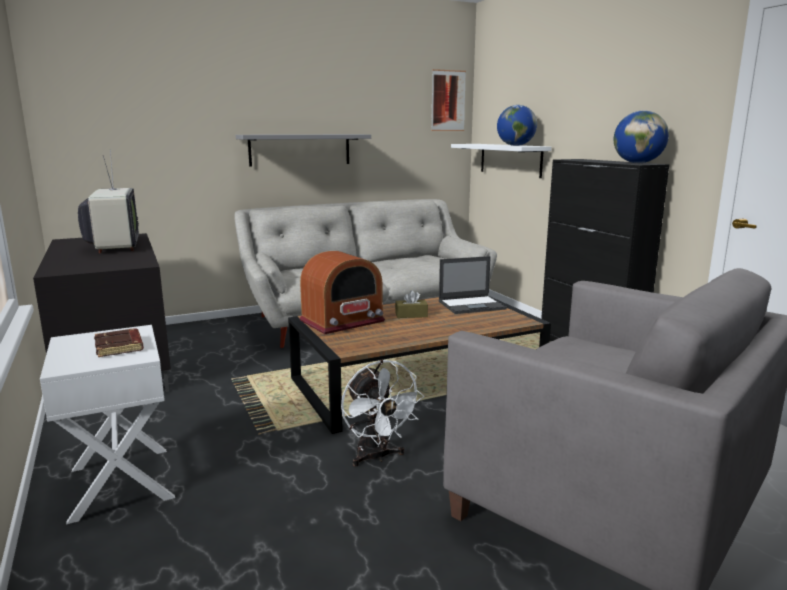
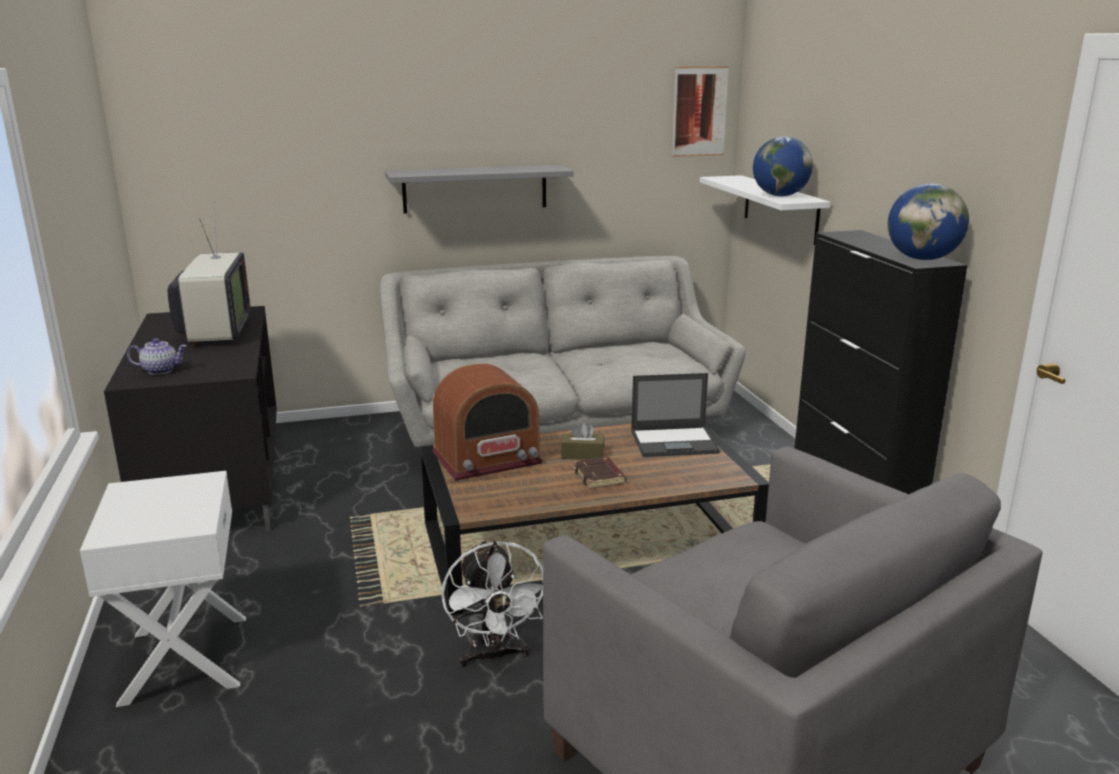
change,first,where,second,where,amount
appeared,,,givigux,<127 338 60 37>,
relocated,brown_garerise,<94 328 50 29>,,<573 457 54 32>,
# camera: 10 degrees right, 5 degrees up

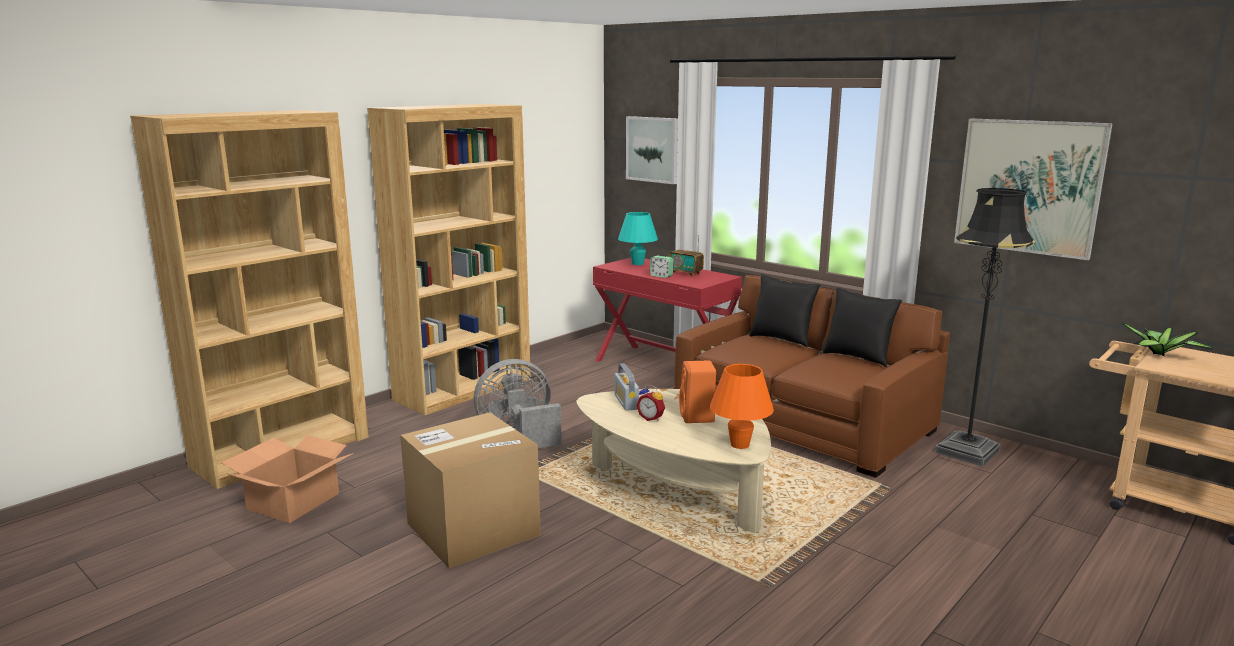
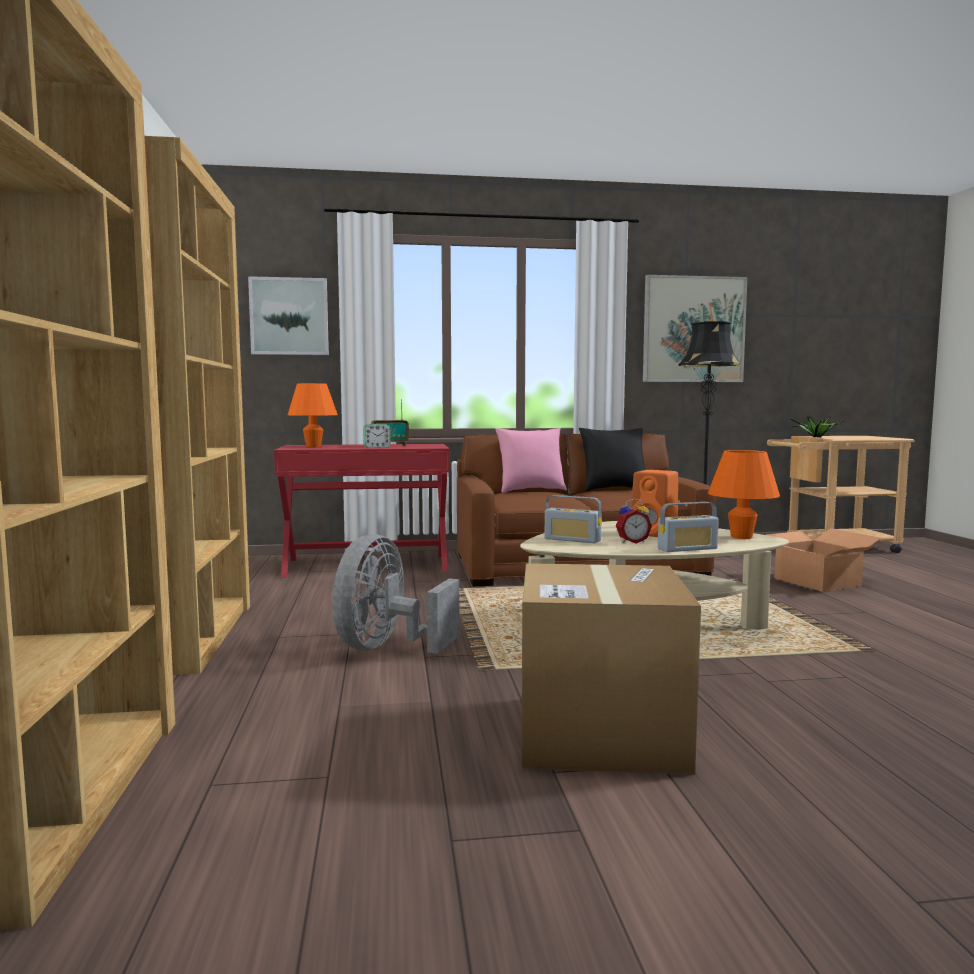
change,first,where,second,where,amount
colour,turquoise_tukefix,<618 212 40 53>,orange_tukefix,<288 383 50 64>,
colour,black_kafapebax,<749 274 71 73>,pink_kafapebax,<495 428 72 65>,
appeared,,,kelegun,<658 502 61 50>,
relocated,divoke,<221 435 133 88>,,<765 528 116 64>,
# camera: 50 degrees left, 10 degrees down

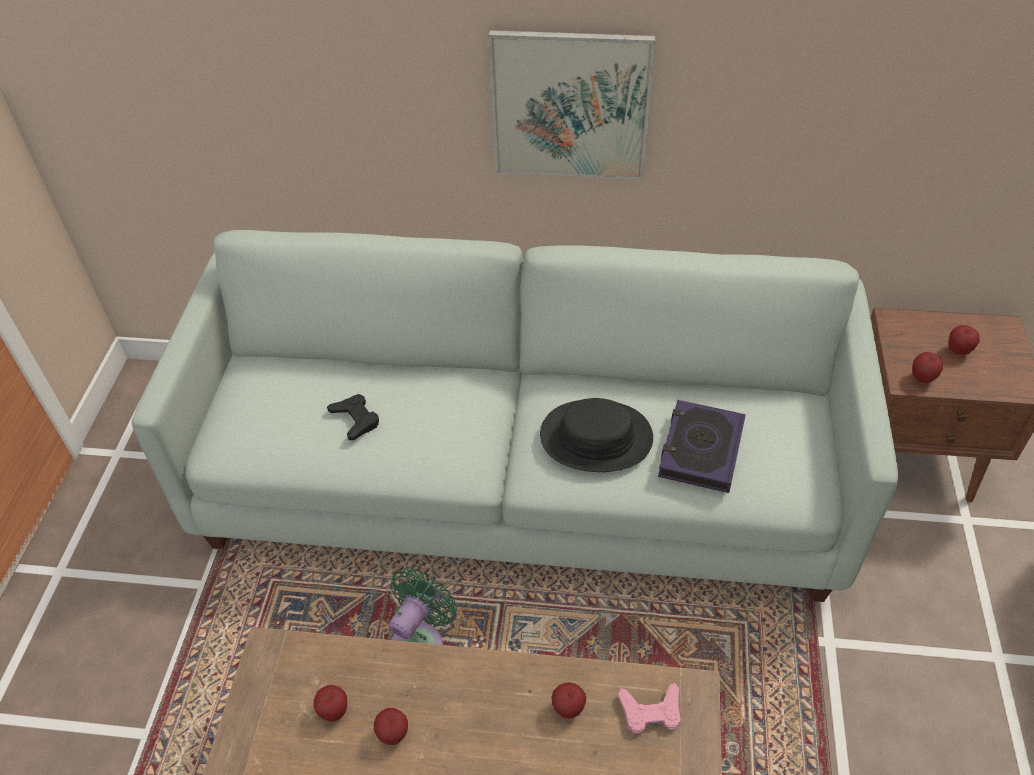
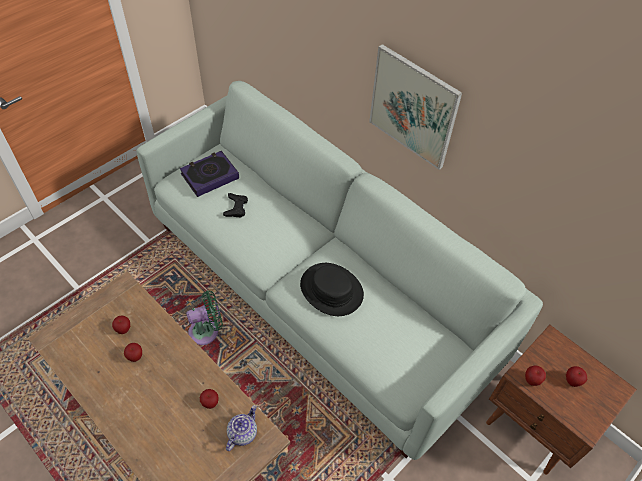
change,first,where,second,where,amount
relocated,garerise,<658 400 88 93>,,<180 151 59 46>,
exchanged,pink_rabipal,<618 683 63 51>,givigux,<226 405 31 46>,
# camera: 35 degrees right, 5 degrees up

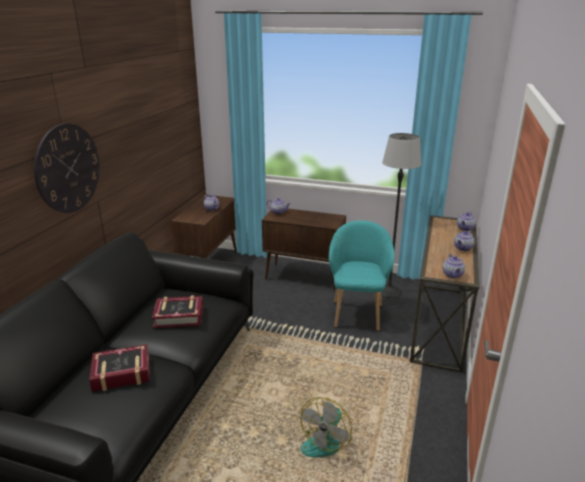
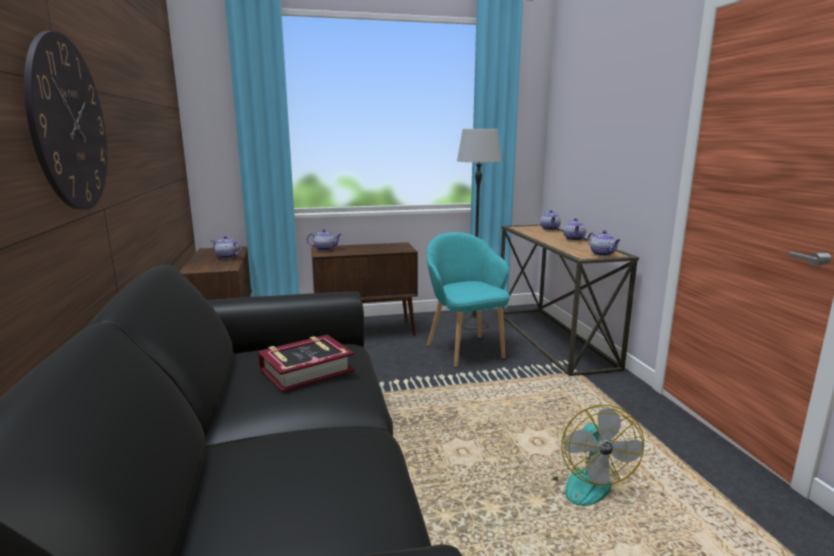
change,first,where,second,where,amount
missing,garerise,<89 344 61 48>,,,
# camera: 30 degrees left, 10 degrees down

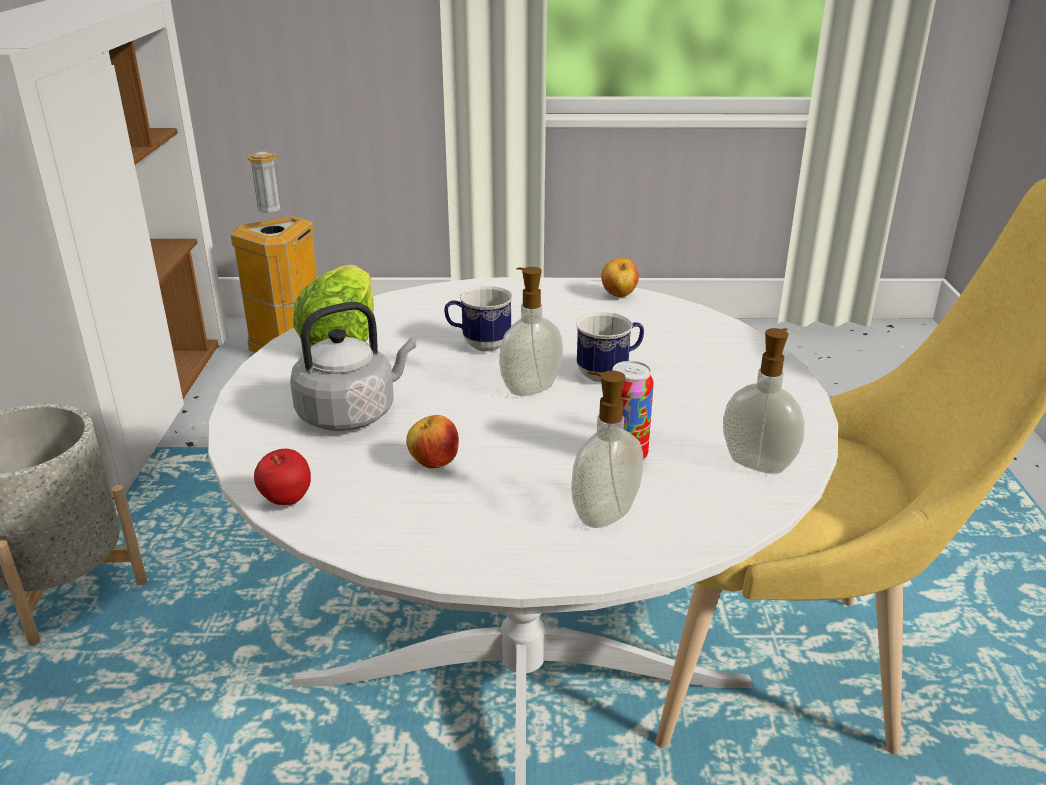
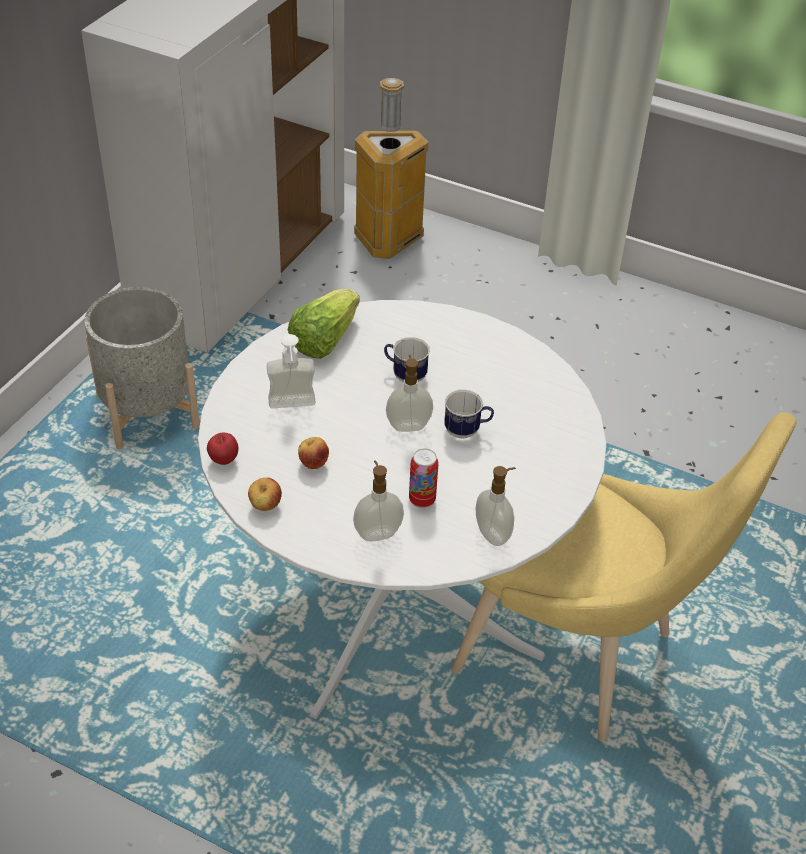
change,first,where,second,where,amount
relocated,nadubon,<601 257 38 40>,,<248 478 34 33>,
exchanged,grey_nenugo,<290 302 126 129>,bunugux,<267 334 49 74>,
# camera: 25 degrees right, 15 degrees up

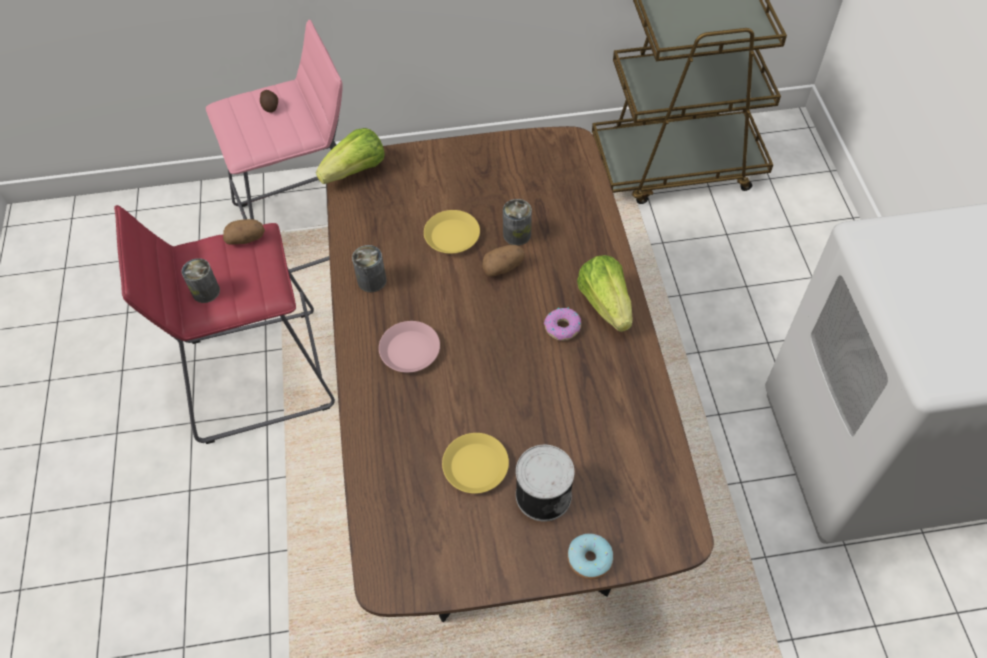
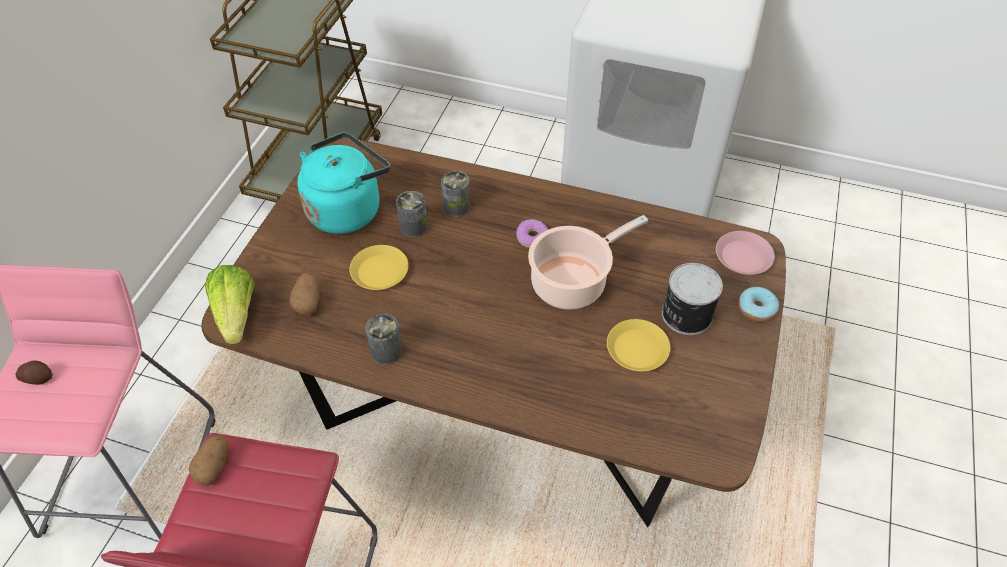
change,first,where,second,where,amount
relocated,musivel,<482 245 42 32>,,<289 272 30 44>,
appeared,,,turquoise_nenugo,<297 132 93 102>,
relocated,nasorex,<182 258 38 45>,,<441 171 29 46>,
appeared,,,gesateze,<528 215 120 95>,
relocated,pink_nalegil,<379 321 61 52>,,<716 231 59 44>,
missing,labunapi,<577 255 55 77>,,,
# camera: 65 degrees left, 5 degrees down

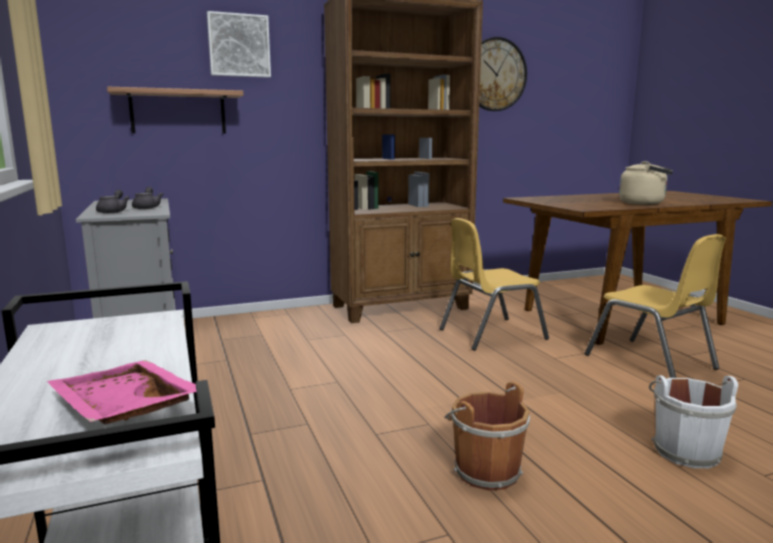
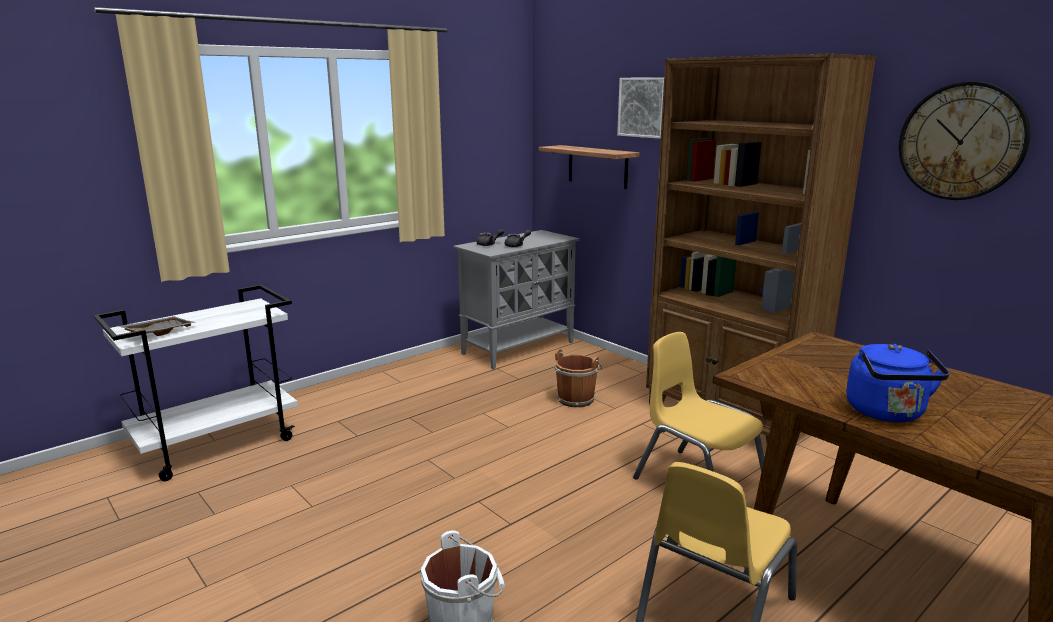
change,first,where,second,where,amount
colour,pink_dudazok,<47 360 150 65>,grey_dudazok,<119 316 78 20>,
relocated,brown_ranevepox,<445 382 85 109>,,<554 349 48 58>,
colour,beige_nenugo,<619 161 54 44>,blue_nenugo,<846 344 104 78>,
# camera: 70 degrees right, 5 degrees up

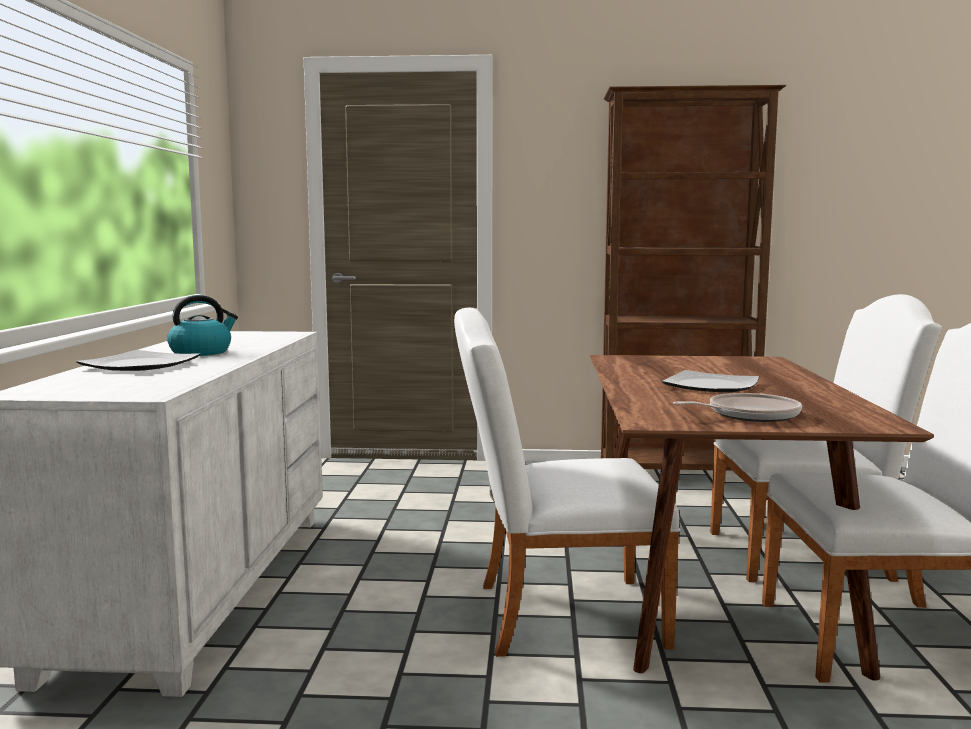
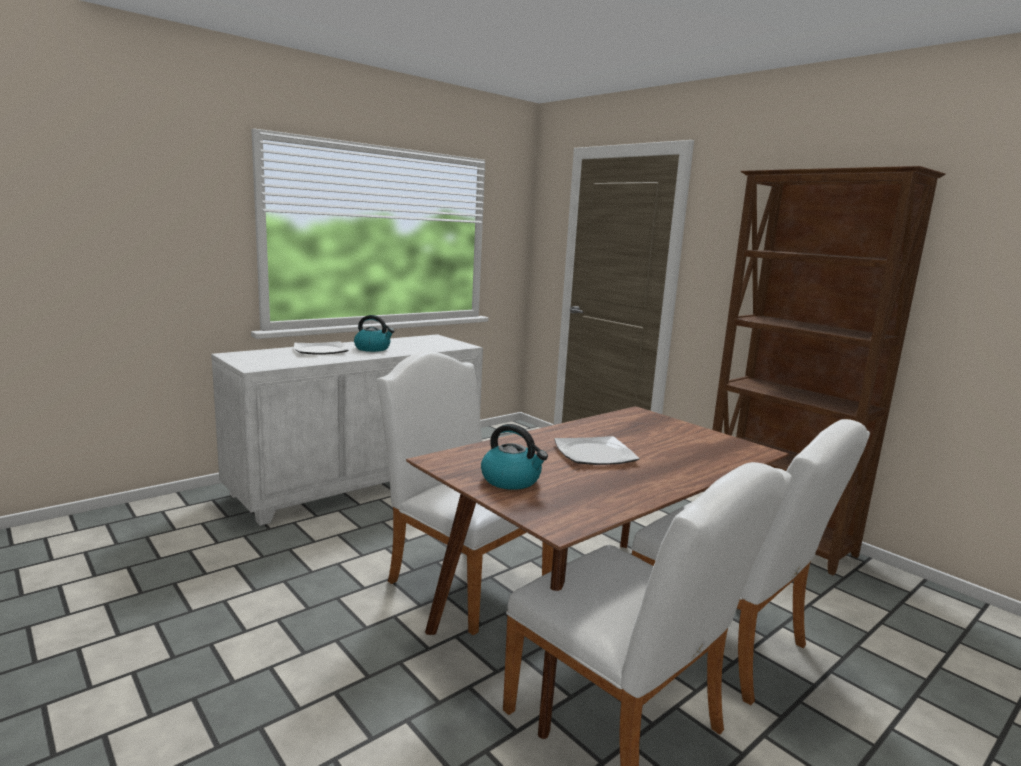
change,first,where,second,where,amount
exchanged,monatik,<673 393 129 29>,nenugo,<481 424 67 66>,
# camera: 45 degrees right, 5 degrees up

